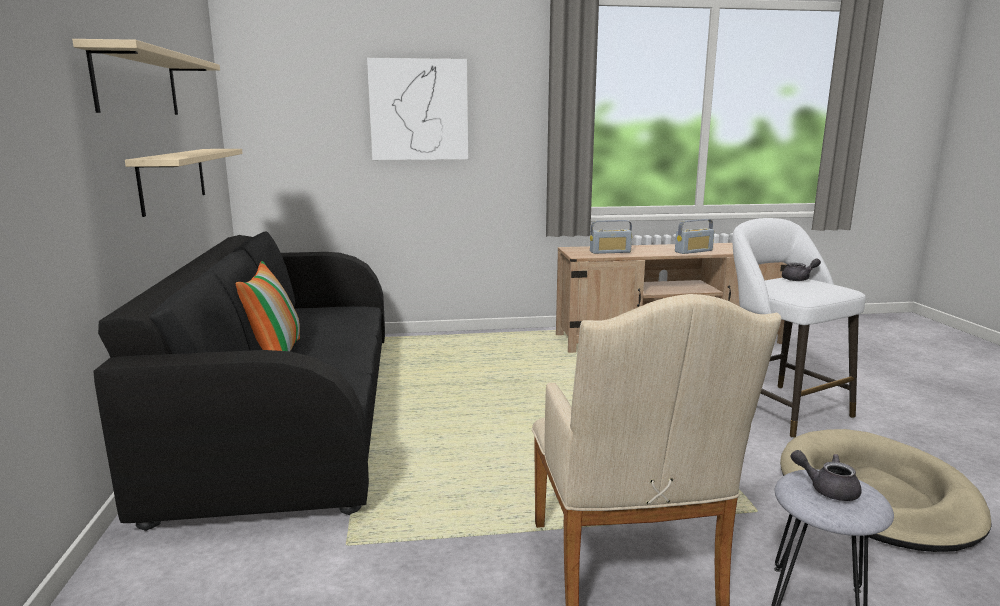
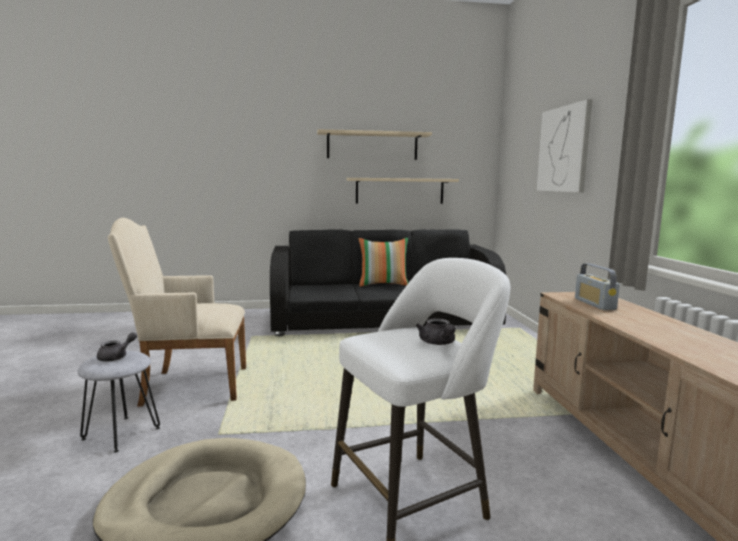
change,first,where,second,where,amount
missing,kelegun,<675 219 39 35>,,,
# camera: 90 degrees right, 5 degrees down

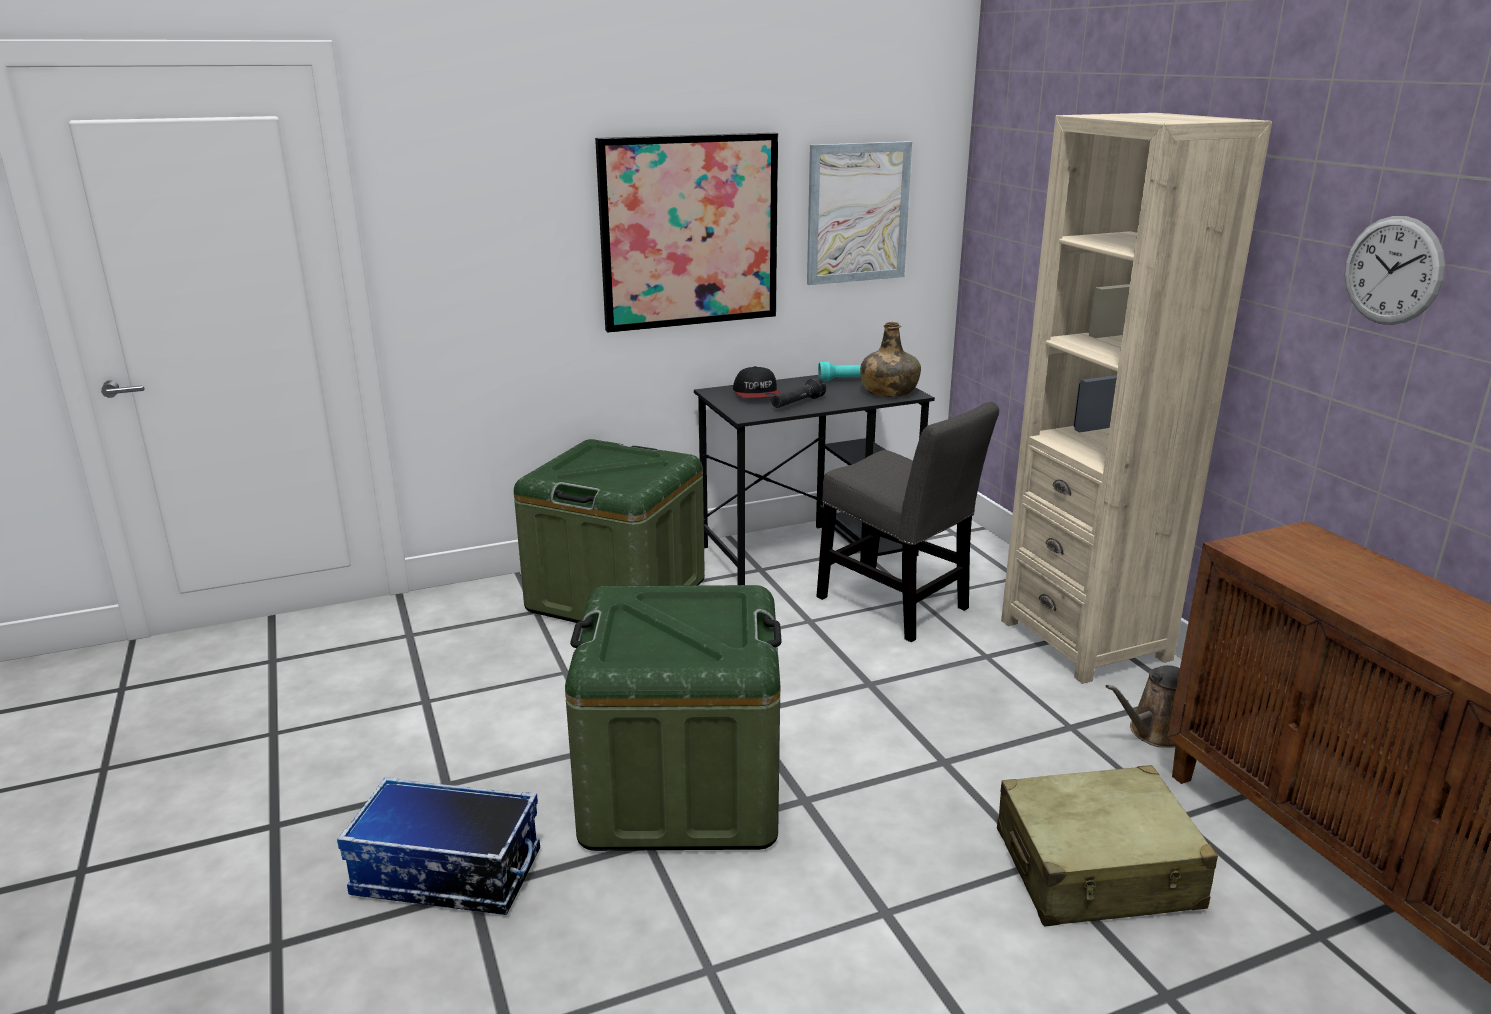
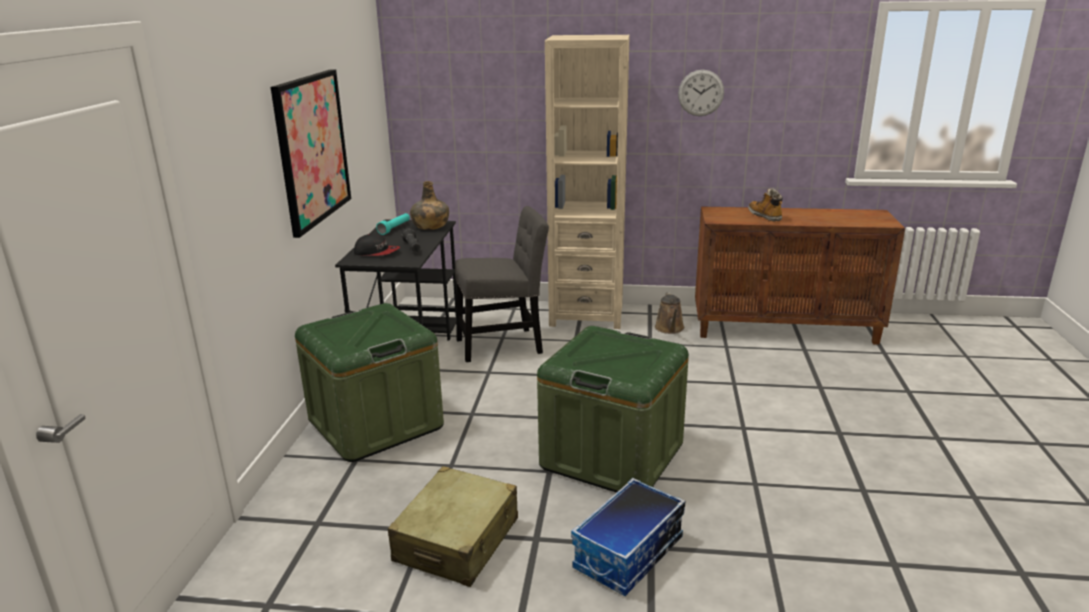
change,first,where,second,where,amount
relocated,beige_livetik,<997 765 221 161>,,<388 466 130 121>,
appeared,,,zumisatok,<748 188 35 33>,
missing,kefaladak,<807 141 105 144>,,,
# camera: 60 degrees left, 0 degrees up

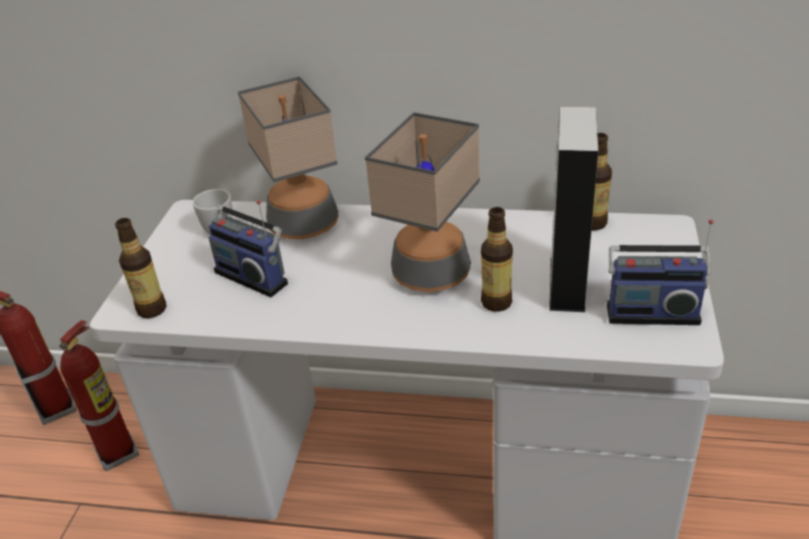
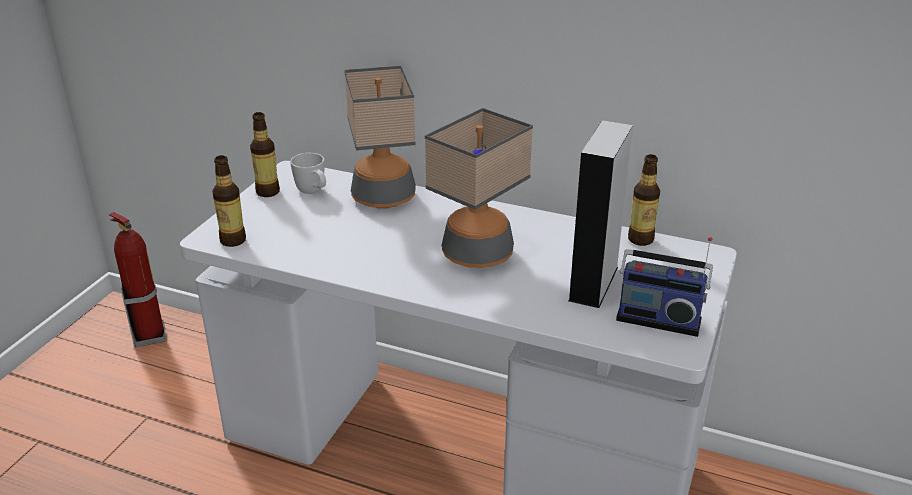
change,first,where,second,where,amount
relocated,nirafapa,<481 207 32 105>,,<250 112 30 85>,
missing,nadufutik,<59 320 80 151>,,,
missing,kelegun,<209 200 79 97>,,,
# camera: 10 degrees right, 5 degrees down

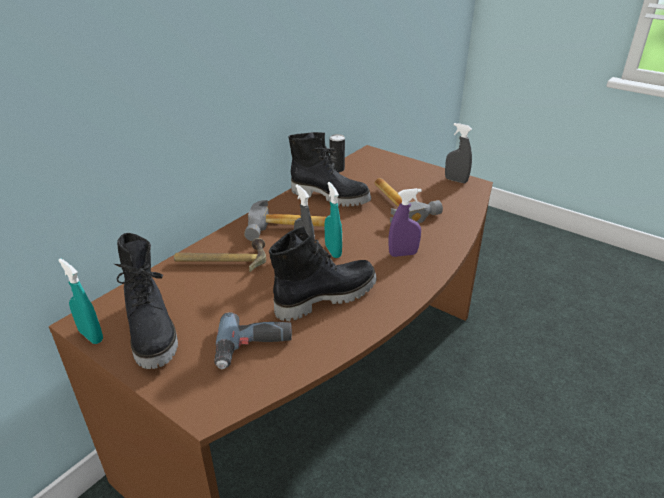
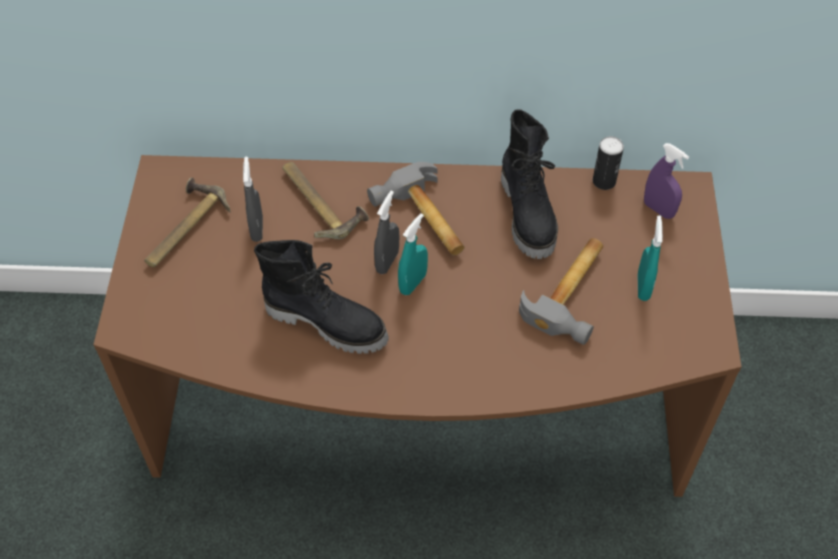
change,first,where,second,where,amount
exchanged,black_zumisatok,<114 233 64 136>,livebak,<144 177 87 90>,
relocated,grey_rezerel,<445 123 27 60>,,<243 157 20 85>,
relocated,turquoise_rezerel,<58 258 45 86>,,<638 215 25 86>,
relocated,purple_rezerel,<389 188 33 69>,,<644 143 45 76>,
missing,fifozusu,<214 312 78 57>,,,
# camera: 55 degrees right, 20 degrees up

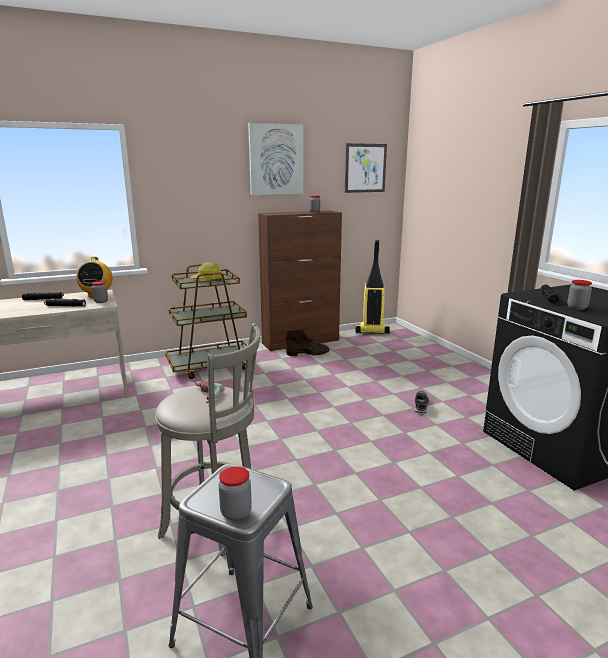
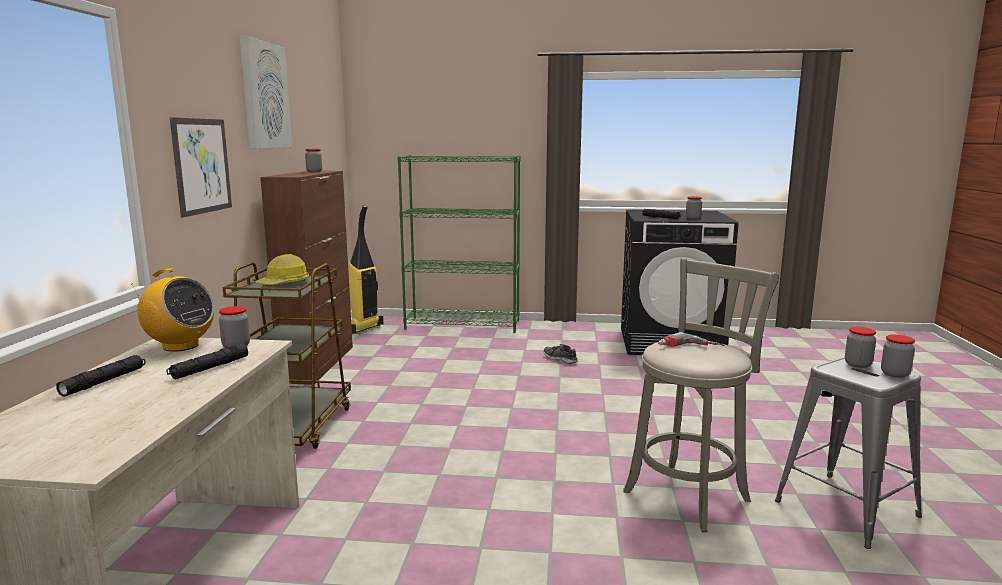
change,first,where,second,where,amount
relocated,kefaladak,<345 143 42 50>,,<170 117 62 101>,
appeared,,,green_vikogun,<398 155 122 178>,
appeared,,,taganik,<845 327 31 41>,
missing,brown_zumisatok,<286 329 43 27>,,,
# camera: 60 degrees left, 5 degrees down

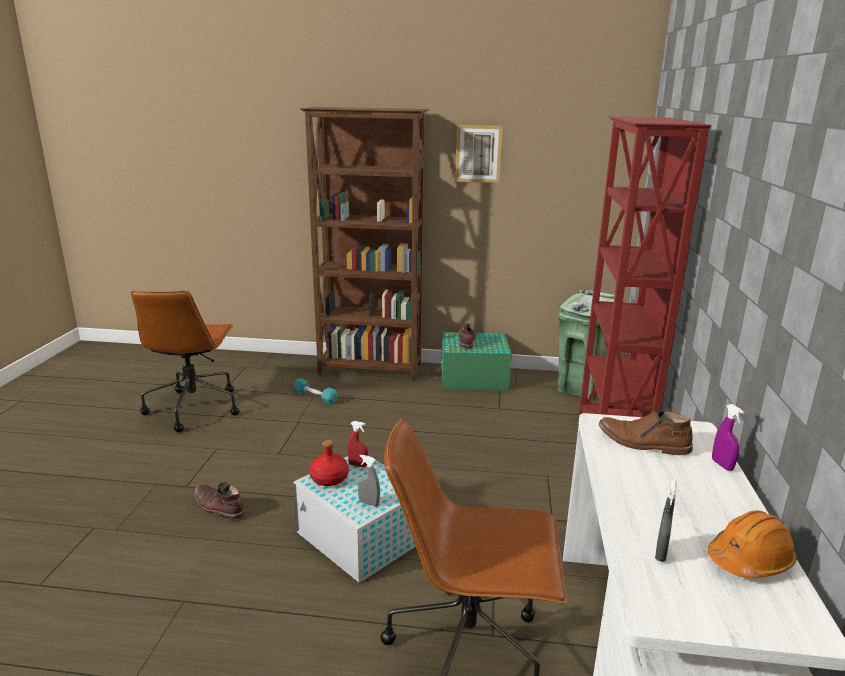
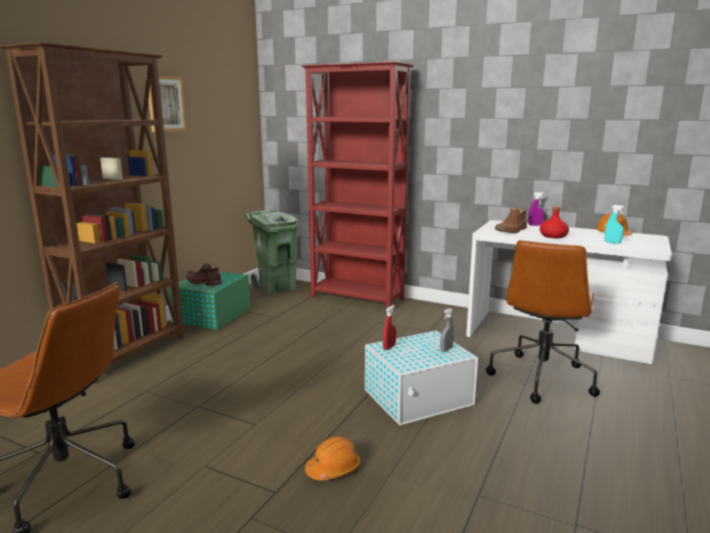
change,first,where,second,where,amount
exchanged,brown_zumisatok,<194 482 51 38>,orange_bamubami,<305 436 55 44>,
relocated,red_nirafapa,<309 440 40 46>,,<540 206 29 32>,
colour,grey_rezerel,<655 481 22 81>,turquoise_rezerel,<605 205 20 39>,
missing,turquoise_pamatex,<293 378 45 26>,,,
# camera: 70 degrees left, 5 degrees down

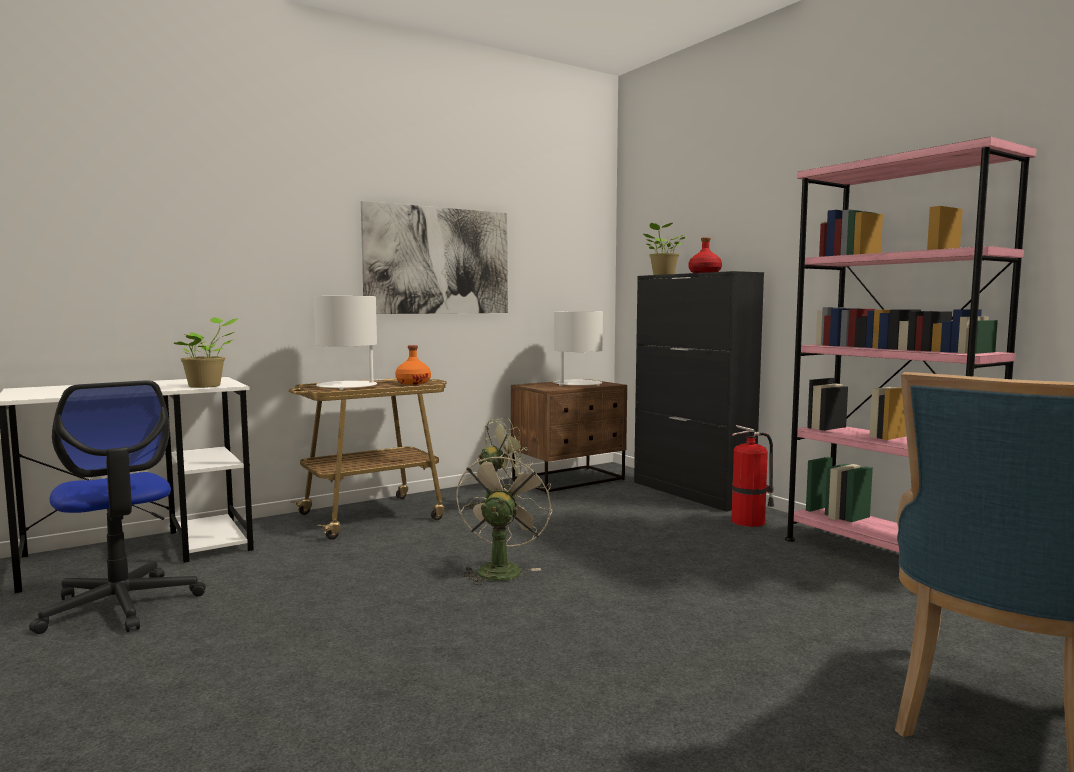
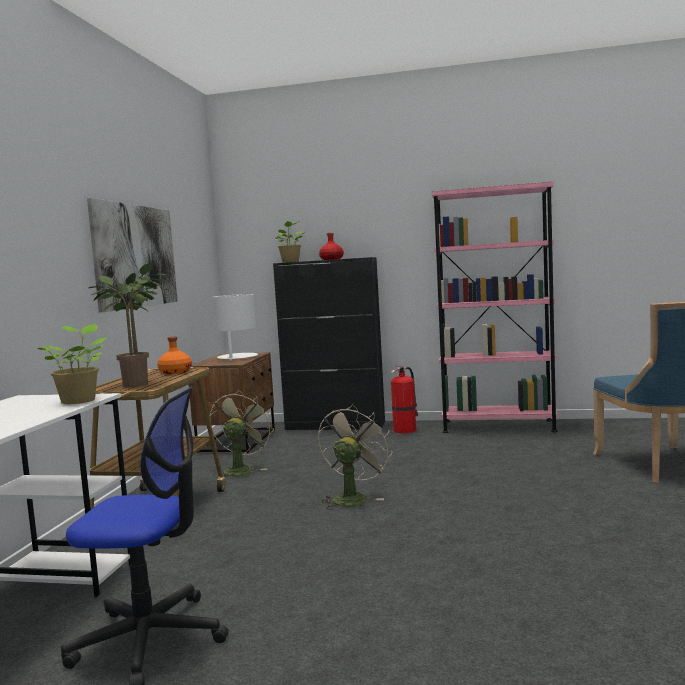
change,first,where,second,where,amount
exchanged,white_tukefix,<314 296 69 94>,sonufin,<89 263 76 124>,
spun,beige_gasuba,<456 451 96 134>,,<318 404 75 106>,60 degrees clockwise
# camera: 45 degrees left, 0 degrees up

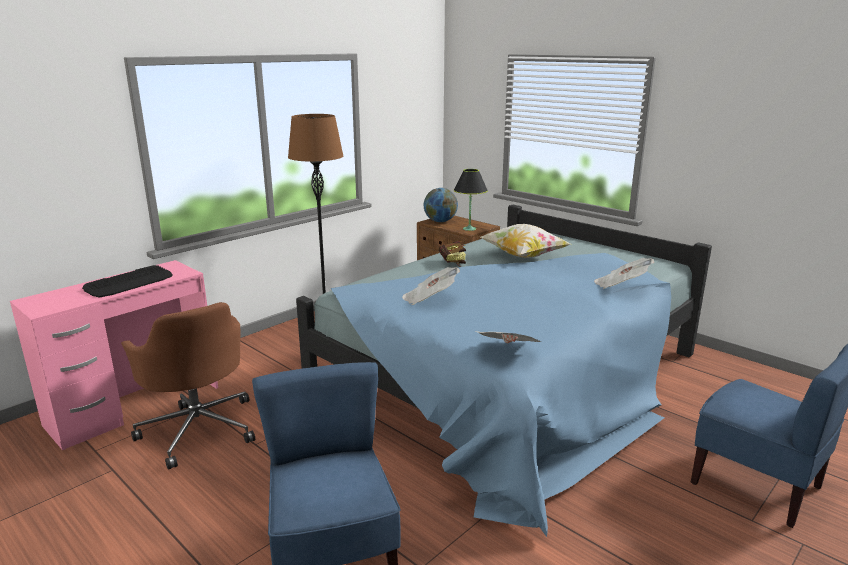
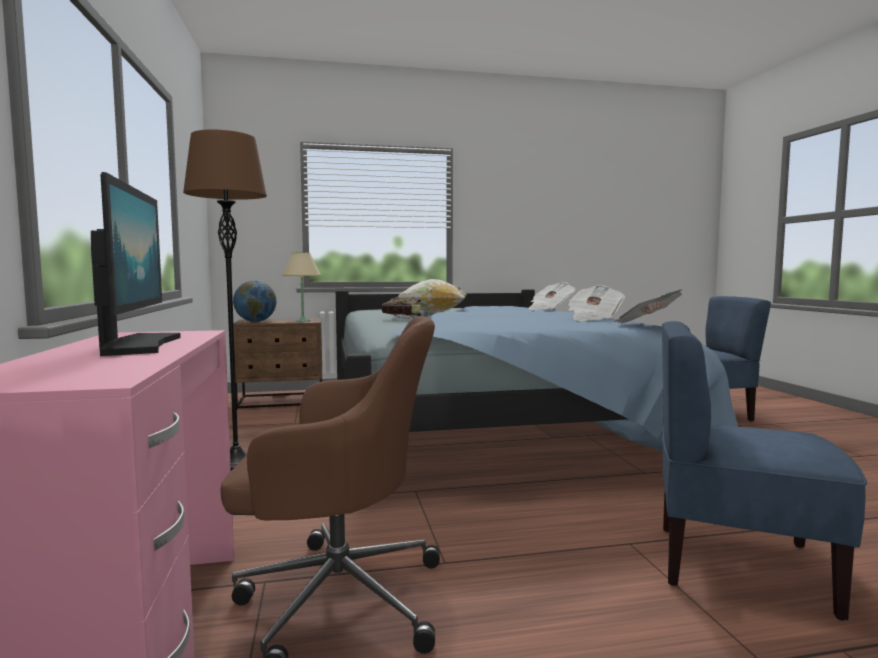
change,first,where,second,where,amount
exchanged,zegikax,<82 265 91 33>,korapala,<91 172 90 184>,
colour,black_tukefix,<454 169 34 62>,beige_tukefix,<282 252 39 70>,
relocated,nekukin,<402 267 58 38>,,<568 285 57 36>,
# camera: 55 degrees left, 15 degrees down

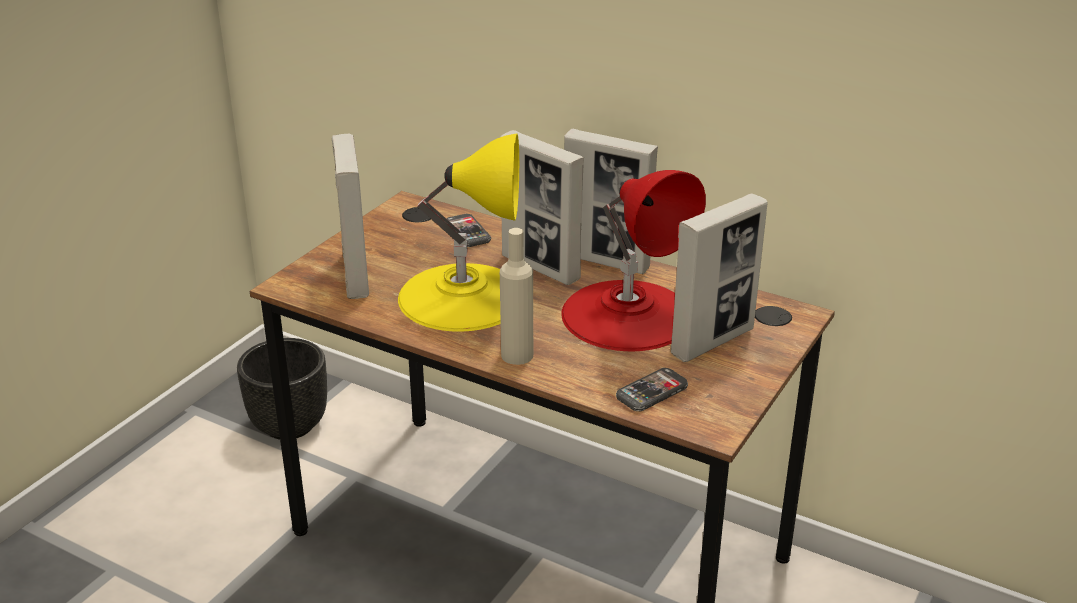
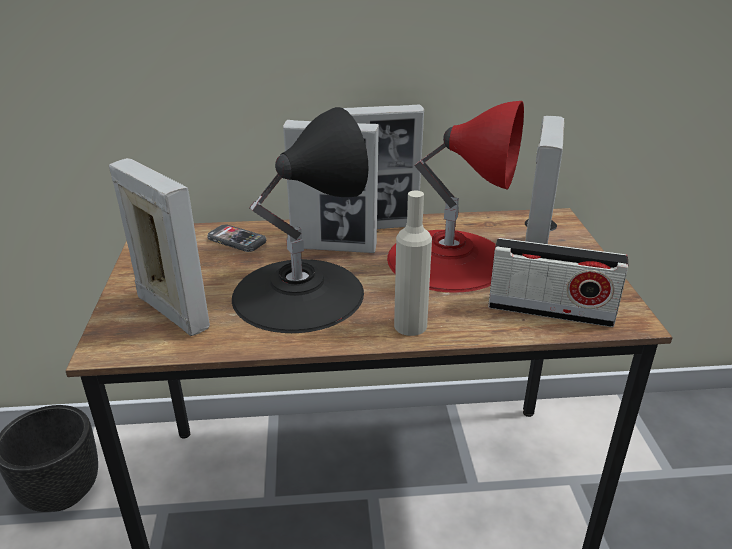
change,first,where,second,where,amount
colour,yellow_tukefix,<398 133 121 199>,black_tukefix,<232 107 137 226>,
exchanged,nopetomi,<616 368 72 43>,kelegun,<488 238 141 89>,
# camera: 35 degrees left, 0 degrees up

